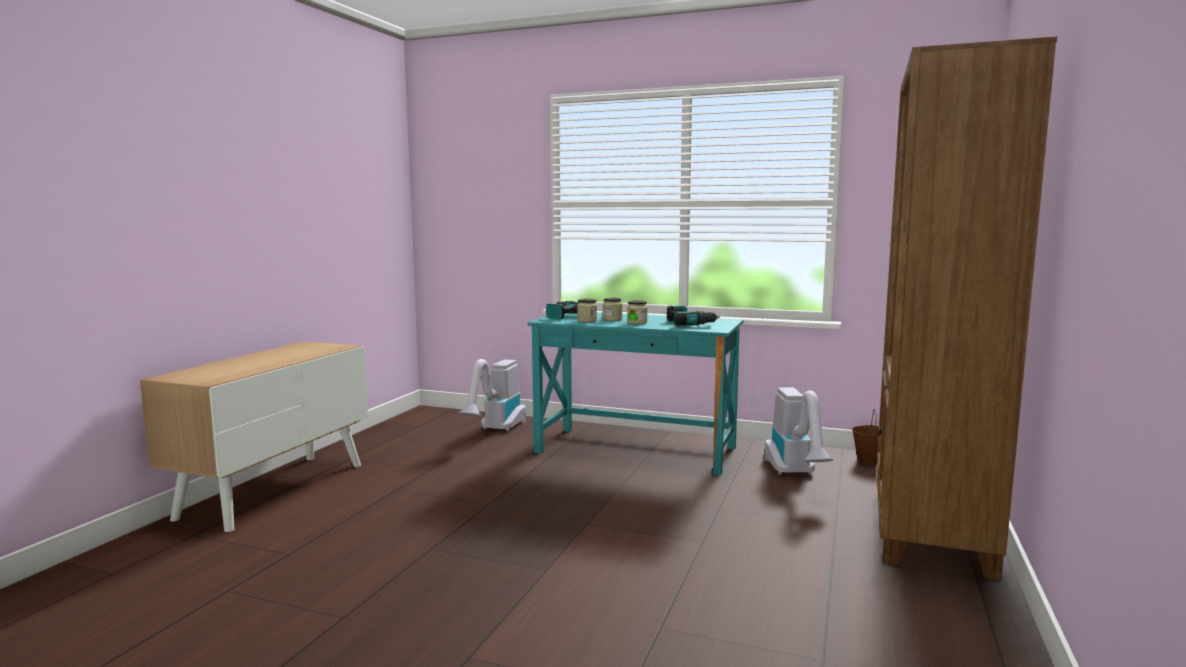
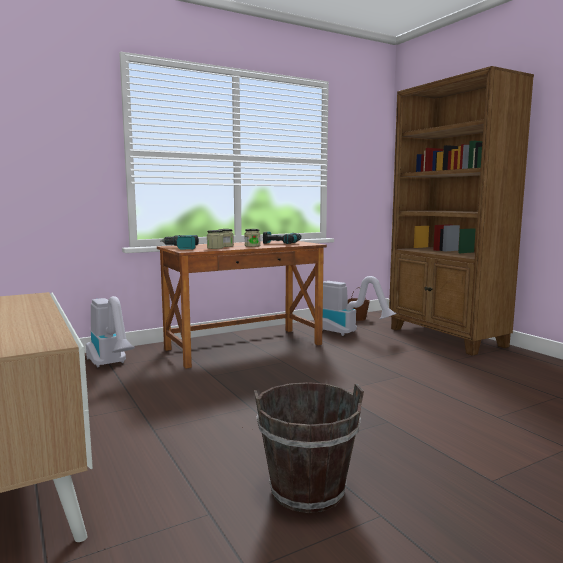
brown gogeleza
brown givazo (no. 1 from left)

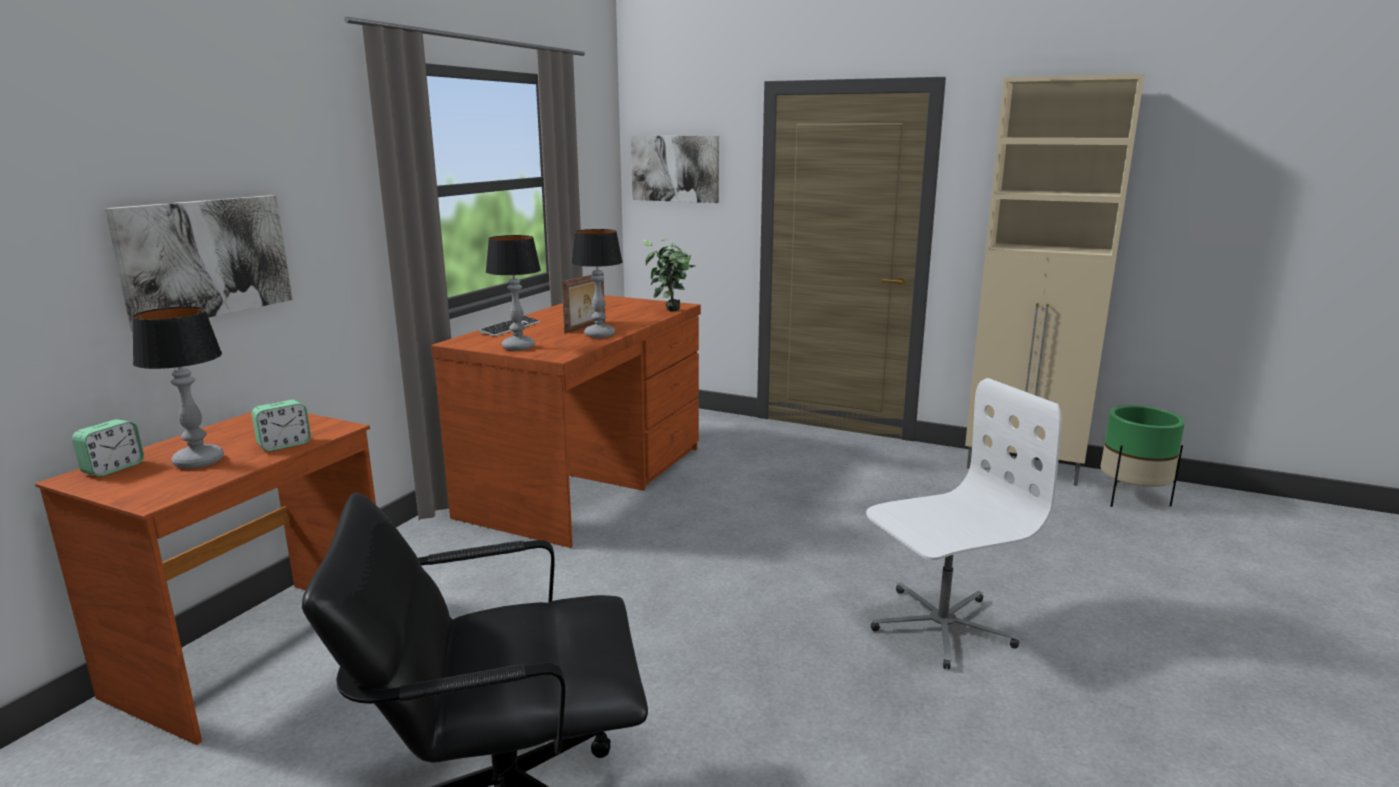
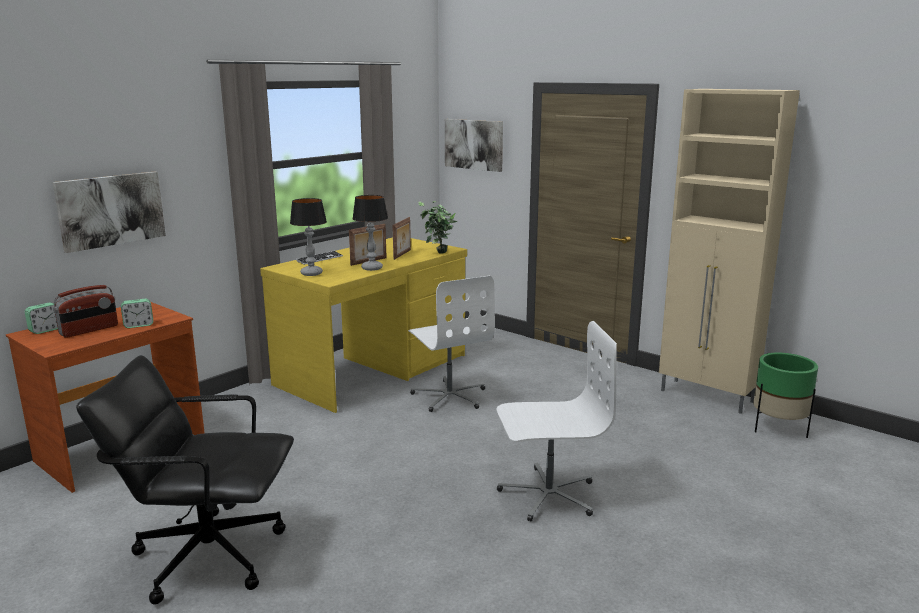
yellow gogeleza
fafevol
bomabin (no. 2 from left)
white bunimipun (no. 1 from left)

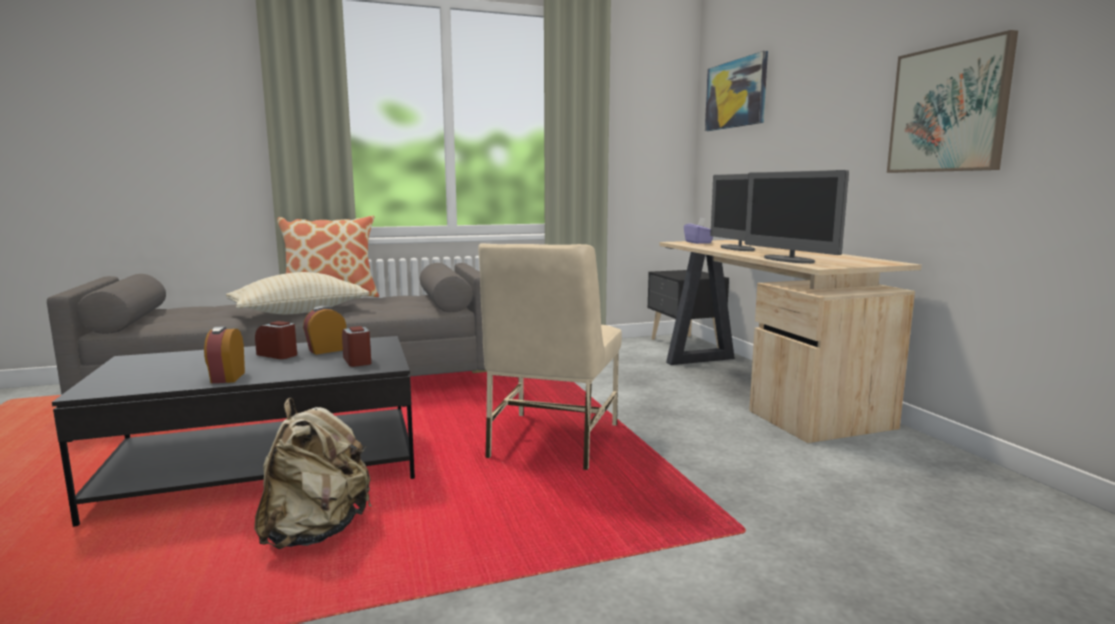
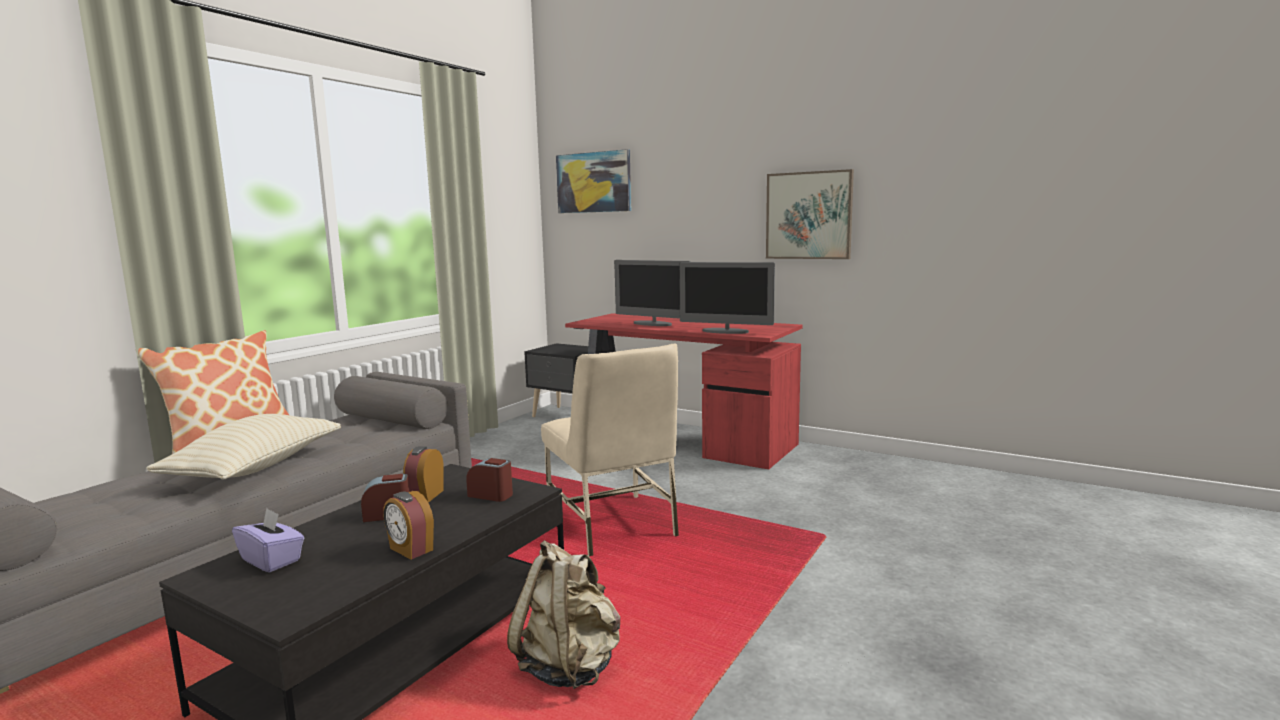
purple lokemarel
red gogeleza

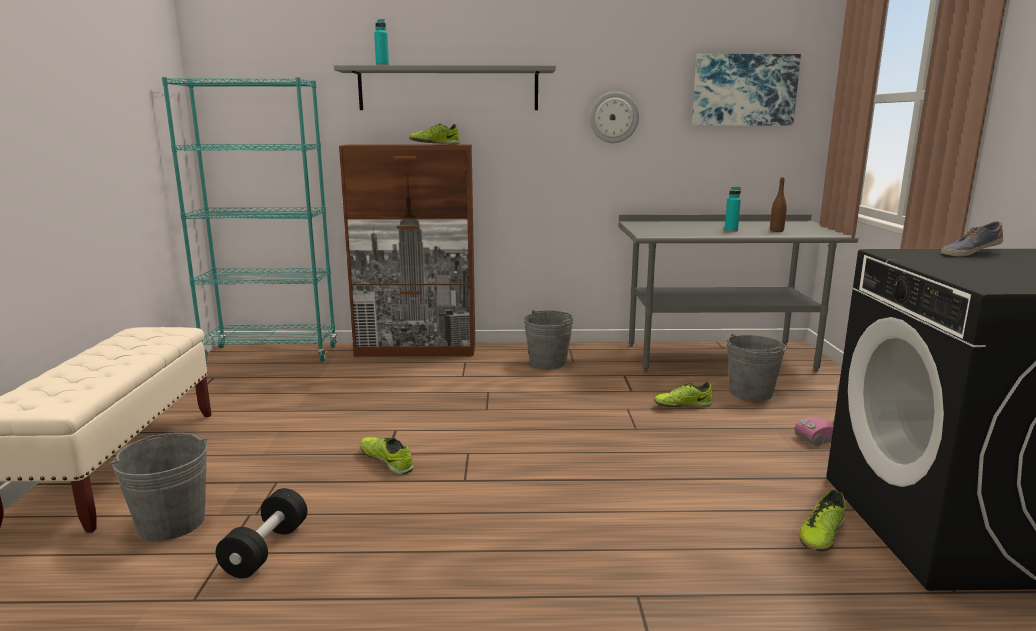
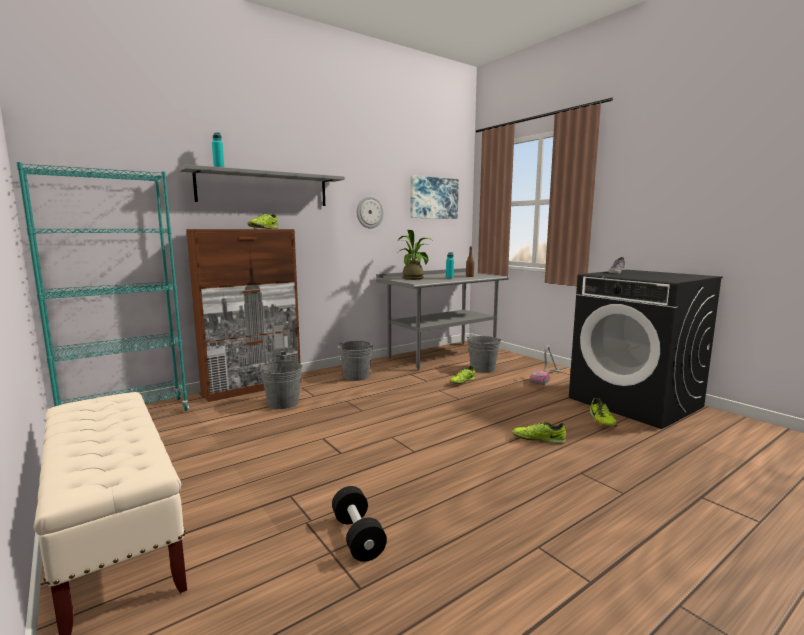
grey givazo (no. 1 from left)
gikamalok (no. 3 from left)
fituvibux

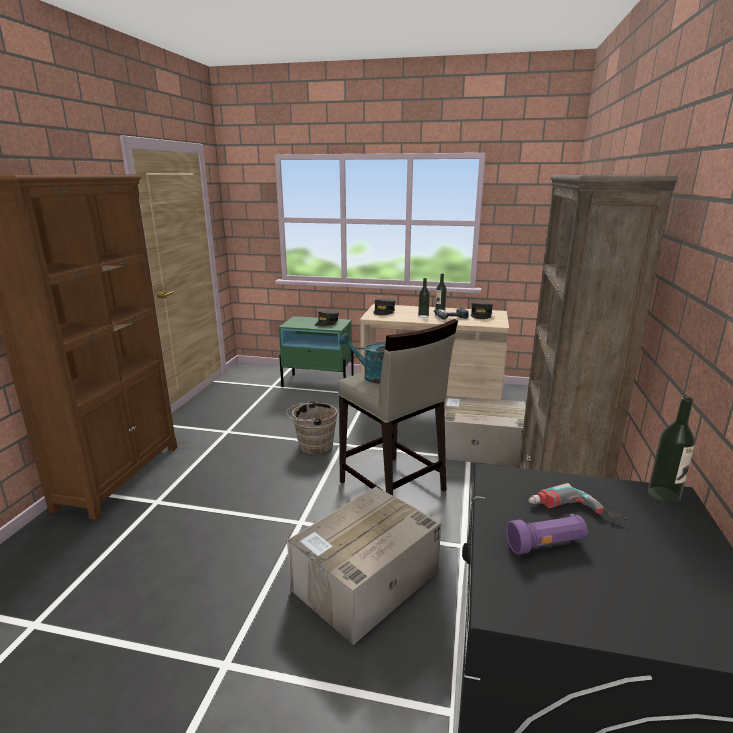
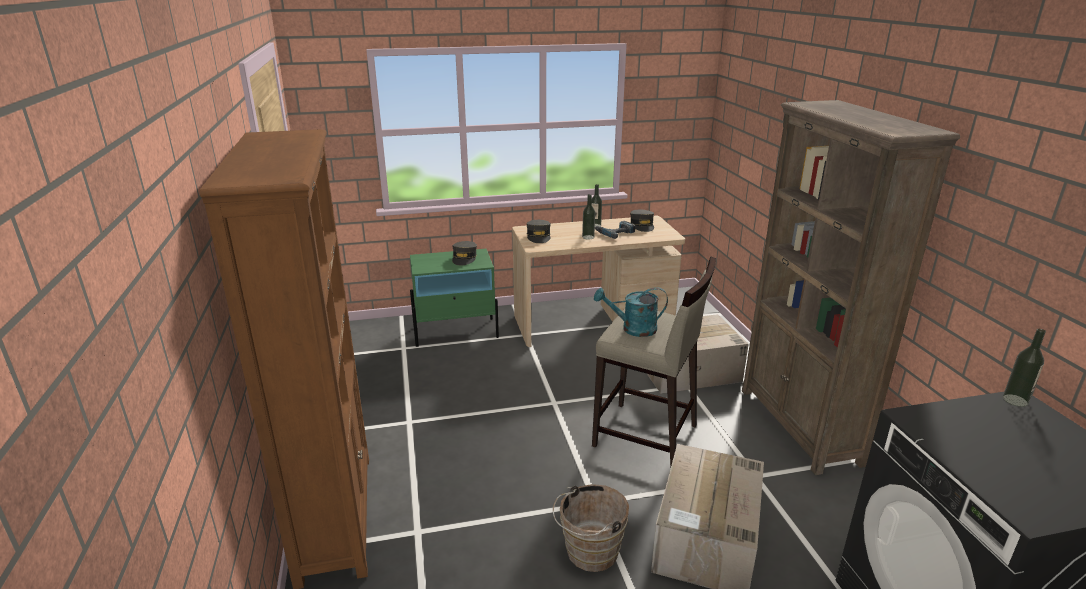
brown givazo
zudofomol (no. 2 from left in the first image)
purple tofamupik

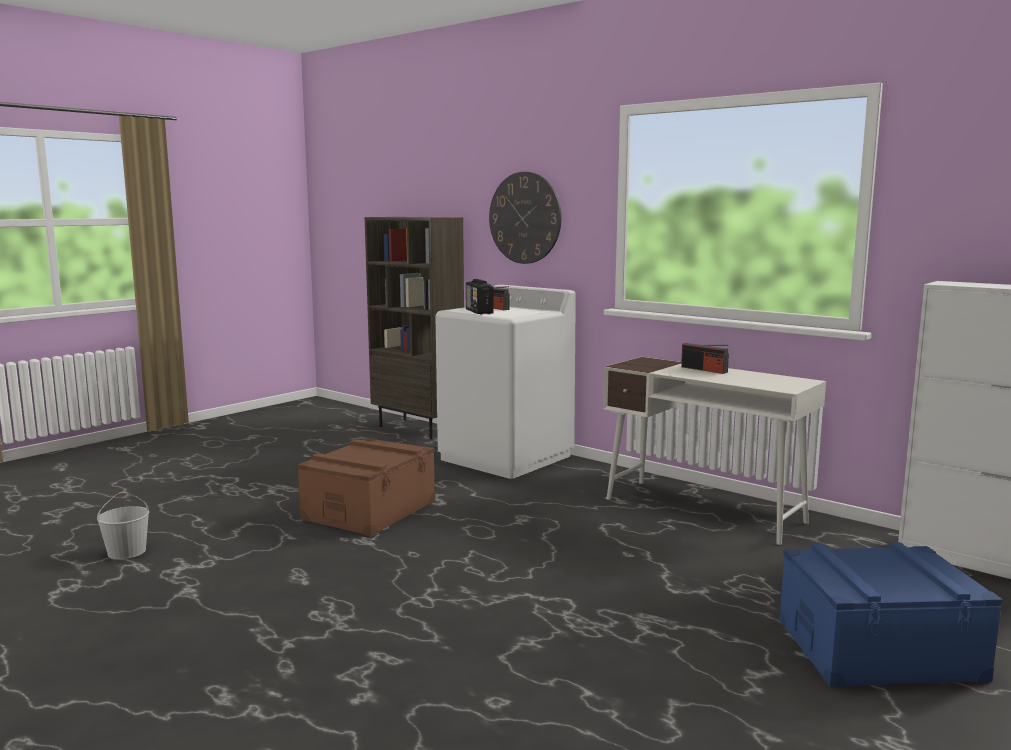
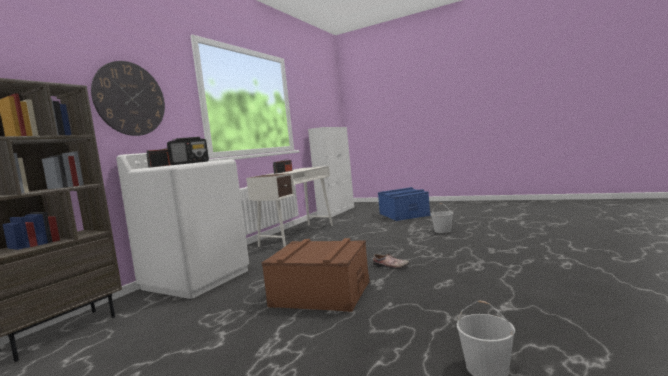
white givazo (no. 1 from left)
gikamalok

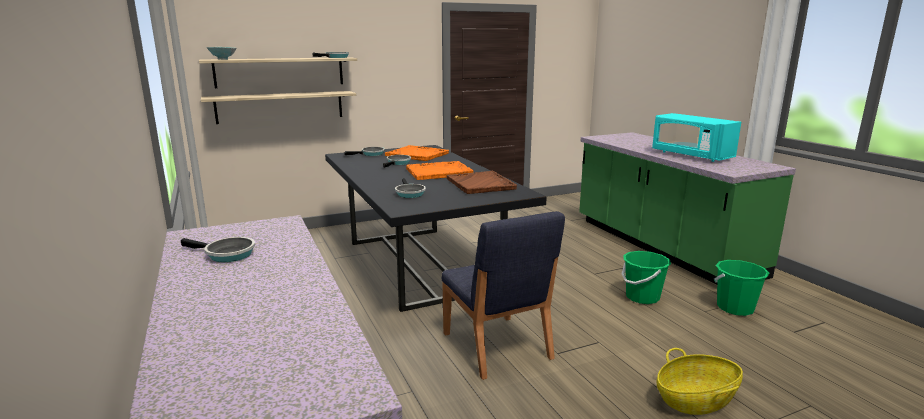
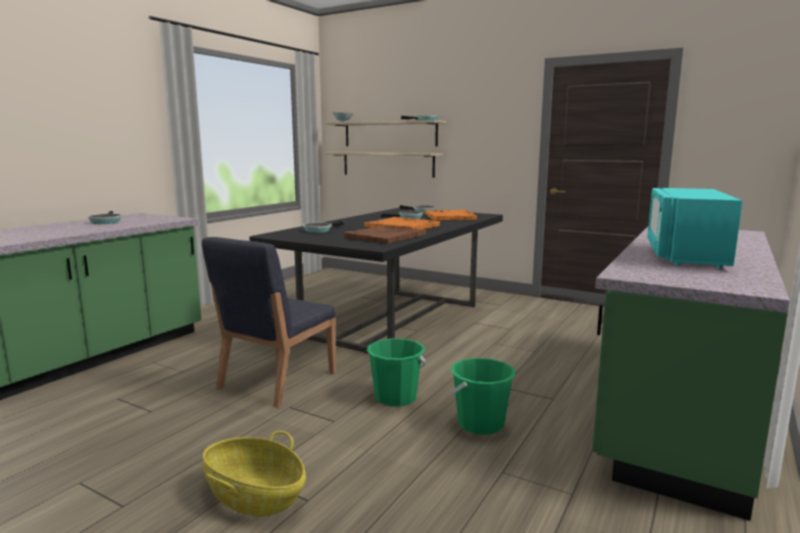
green givazo (no. 1 from left)

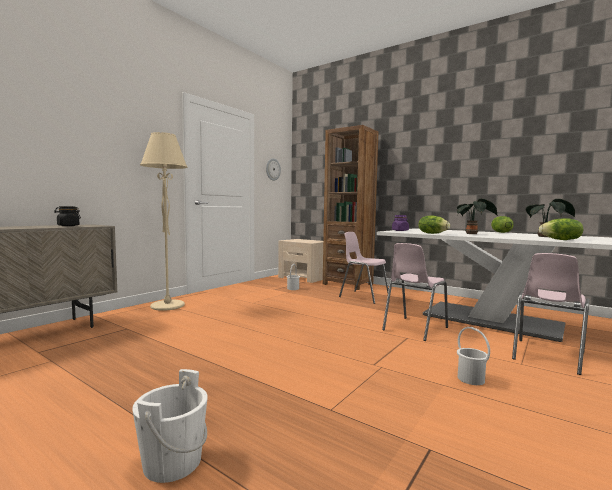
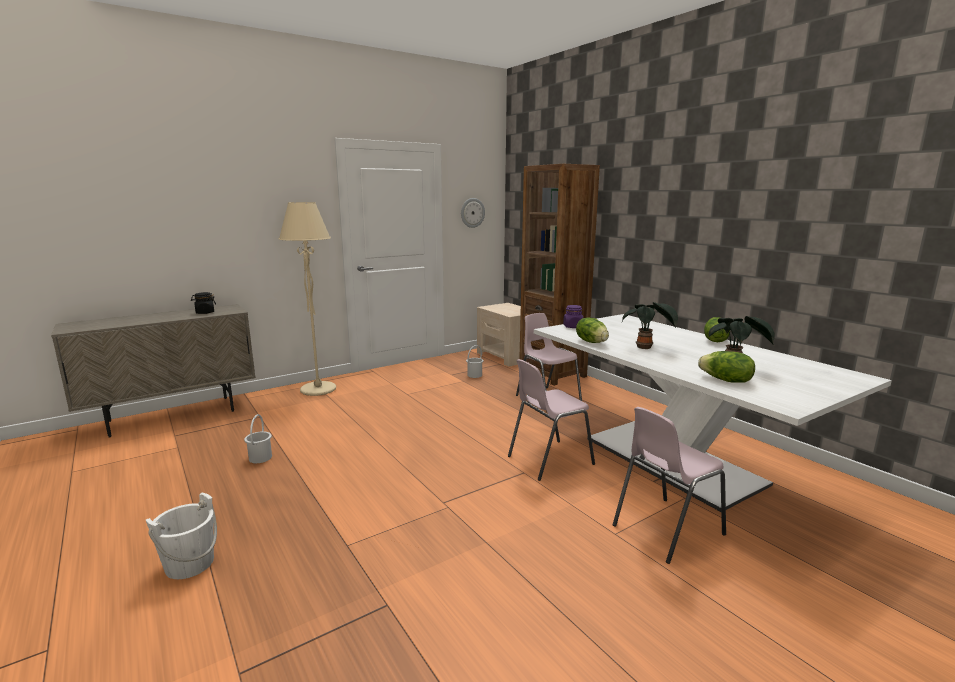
white givazo (no. 2 from left)

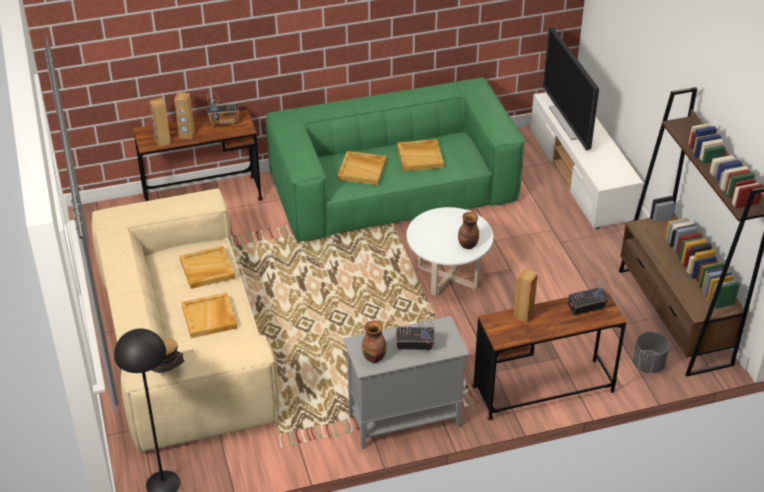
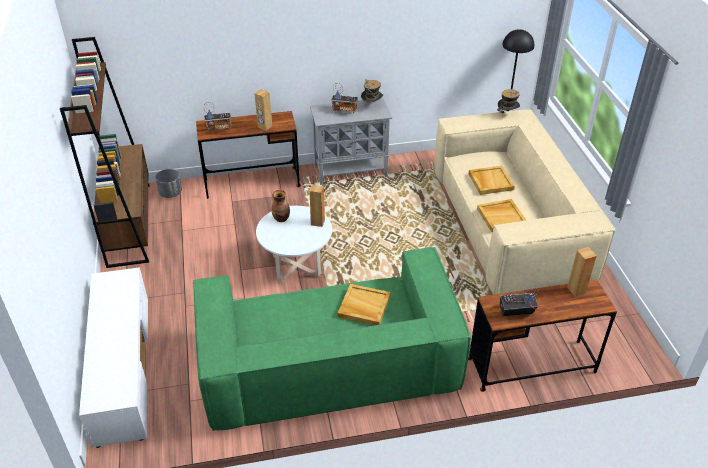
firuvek
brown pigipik (no. 2 from left)
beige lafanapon (no. 4 from left in the first image)
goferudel (no. 1 from left)

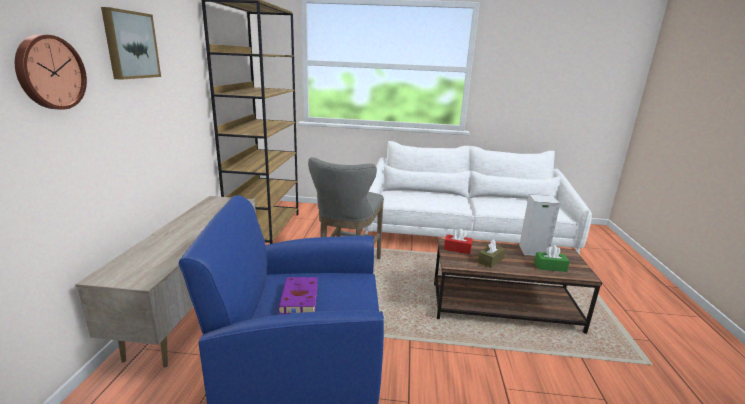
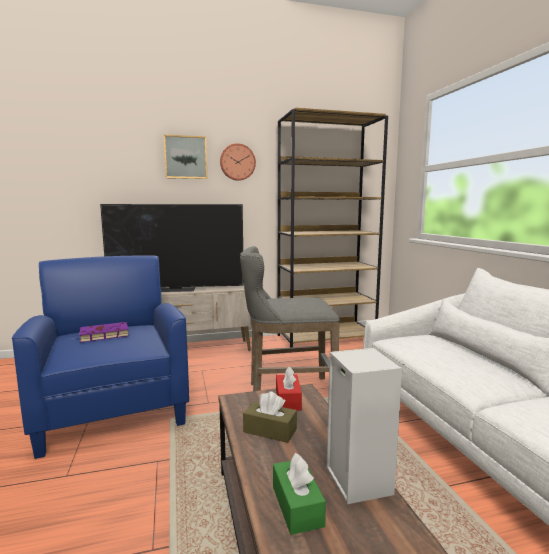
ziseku
firuvek

